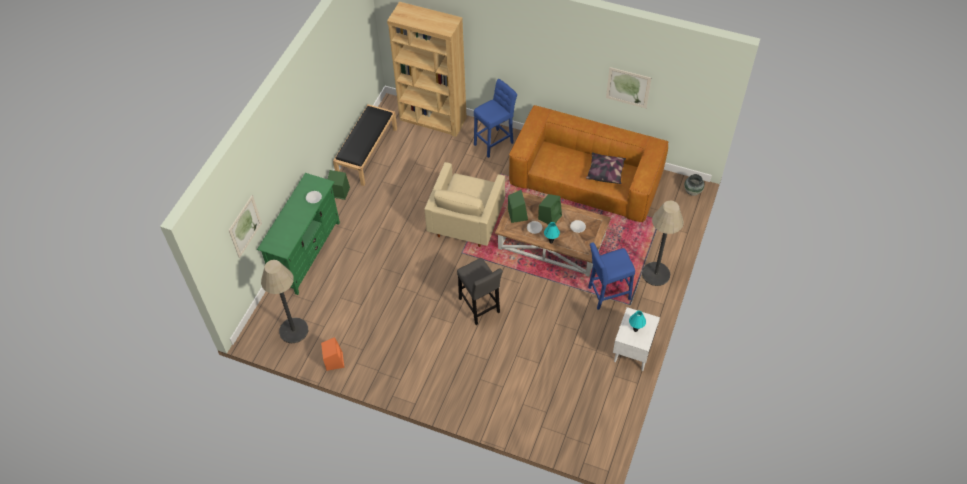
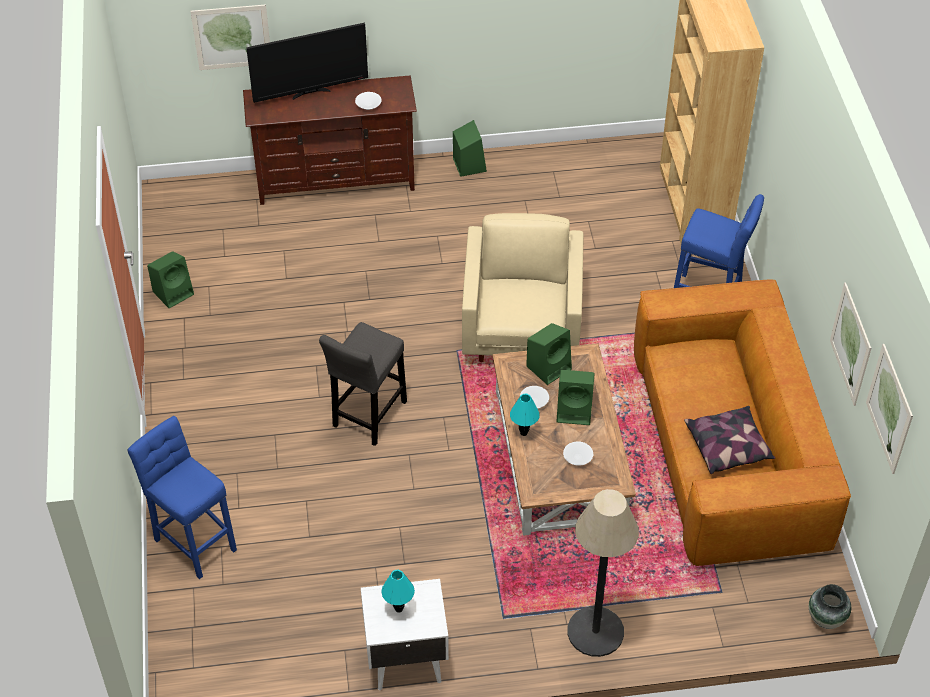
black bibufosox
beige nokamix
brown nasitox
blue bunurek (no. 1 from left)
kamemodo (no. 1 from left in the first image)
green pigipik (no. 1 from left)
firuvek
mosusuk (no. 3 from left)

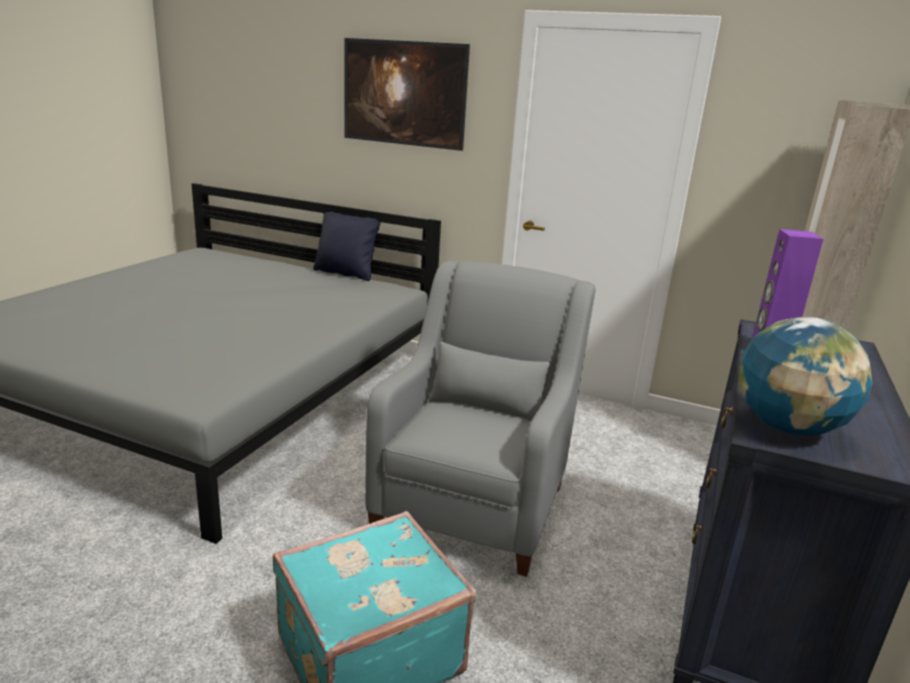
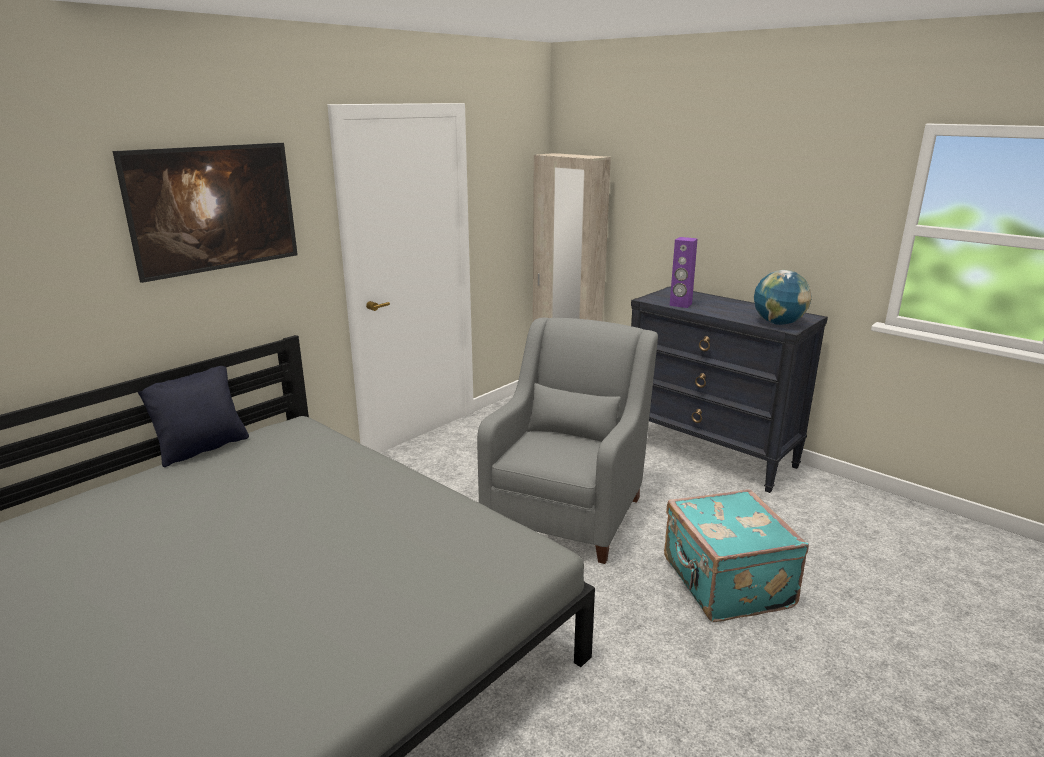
grey nokamix

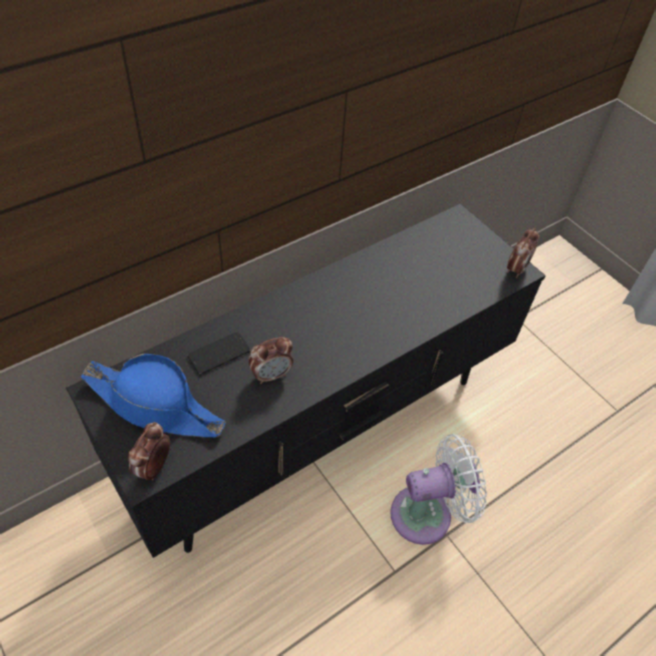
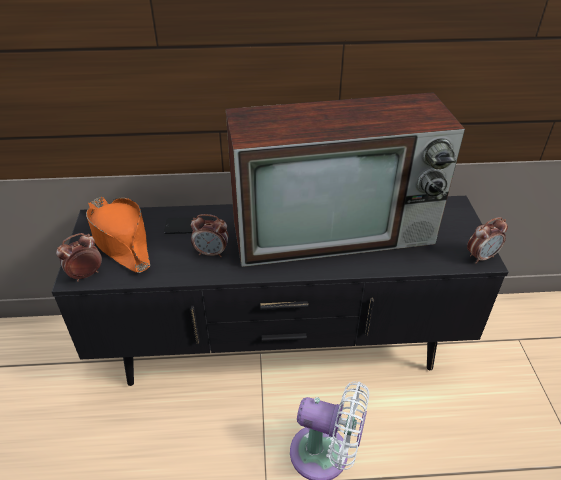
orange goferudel
firuvek

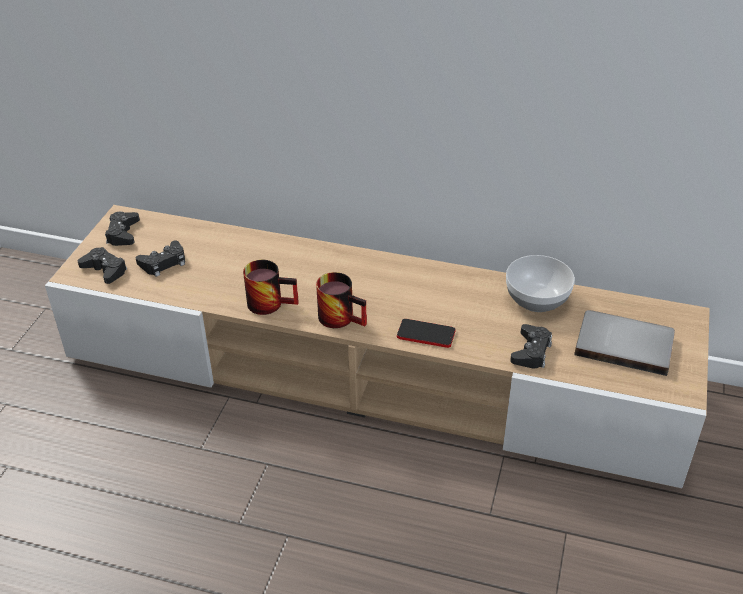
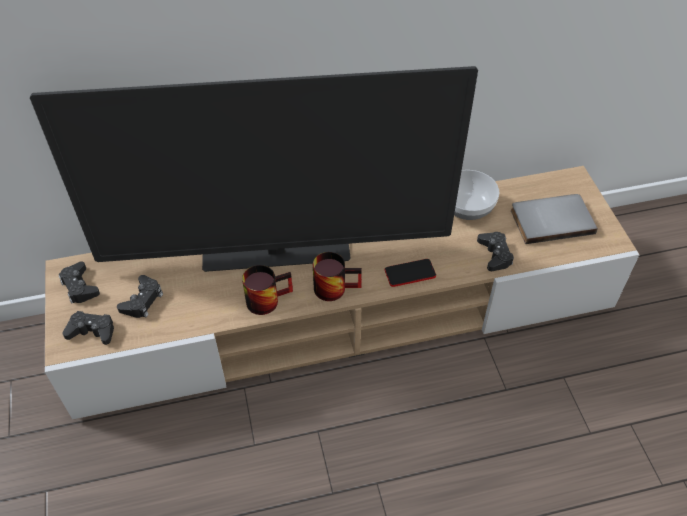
firuvek

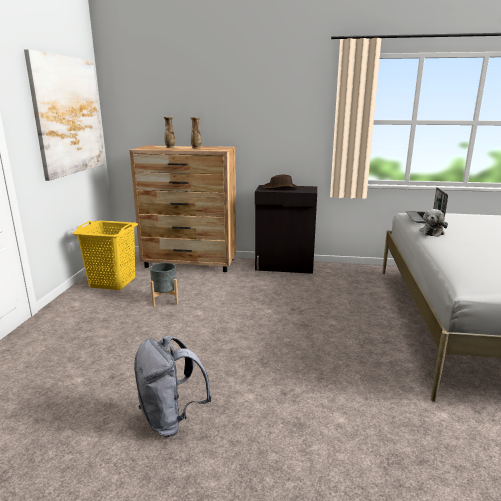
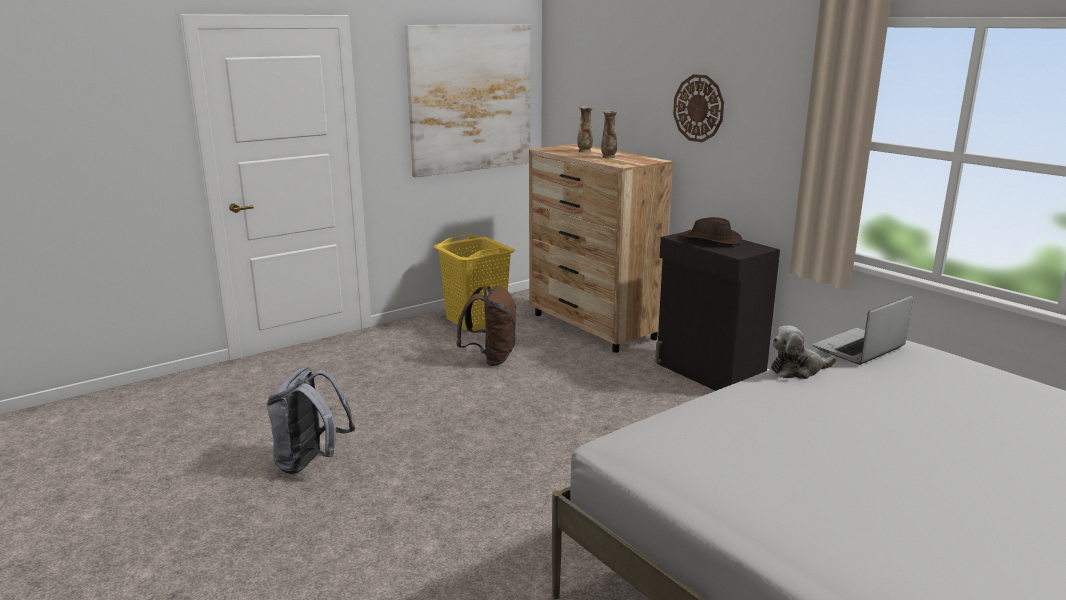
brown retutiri
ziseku

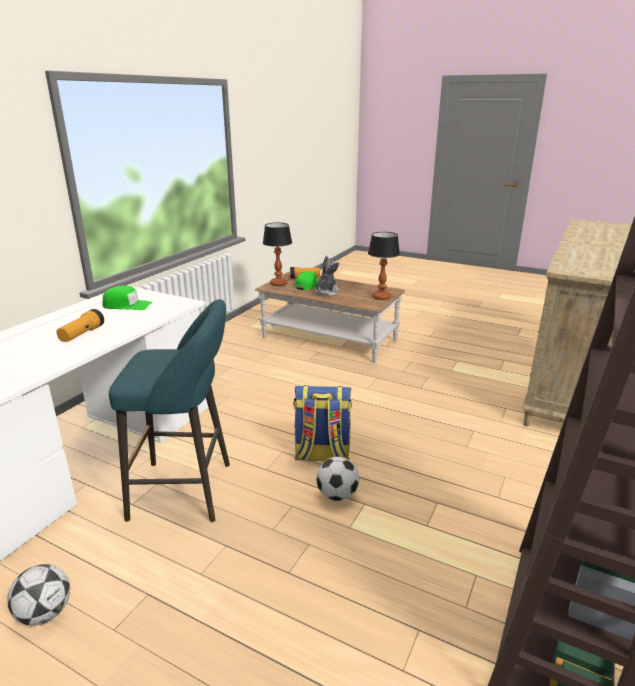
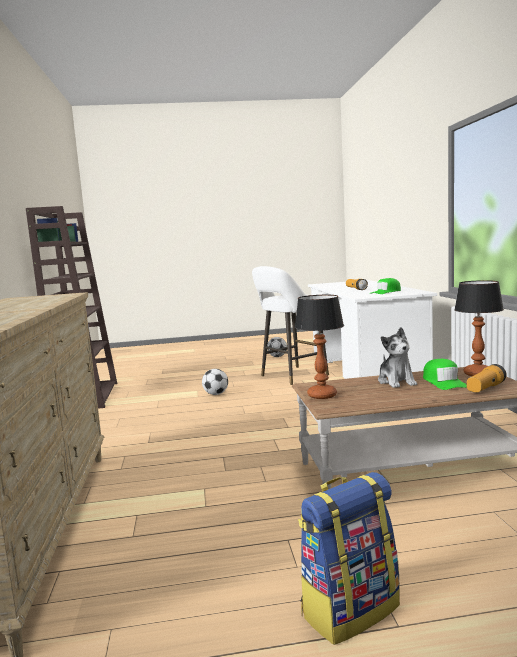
white bunurek
retutiri

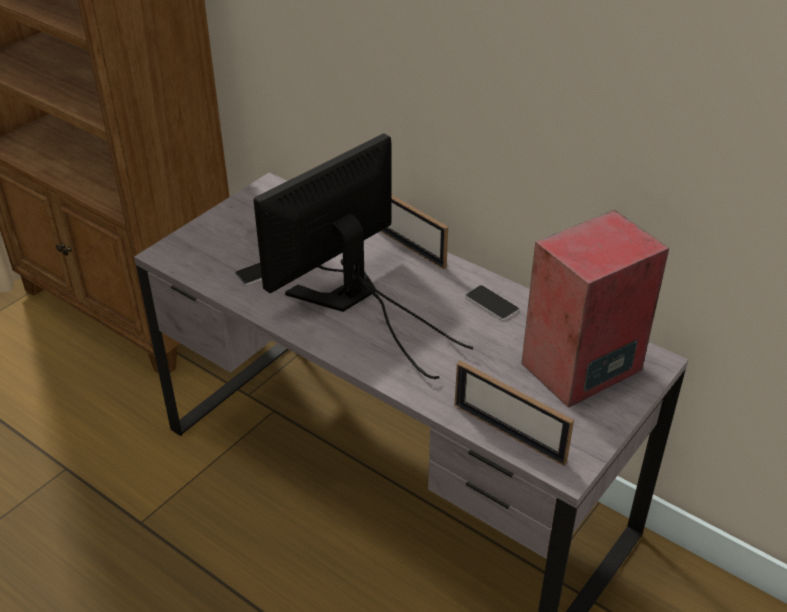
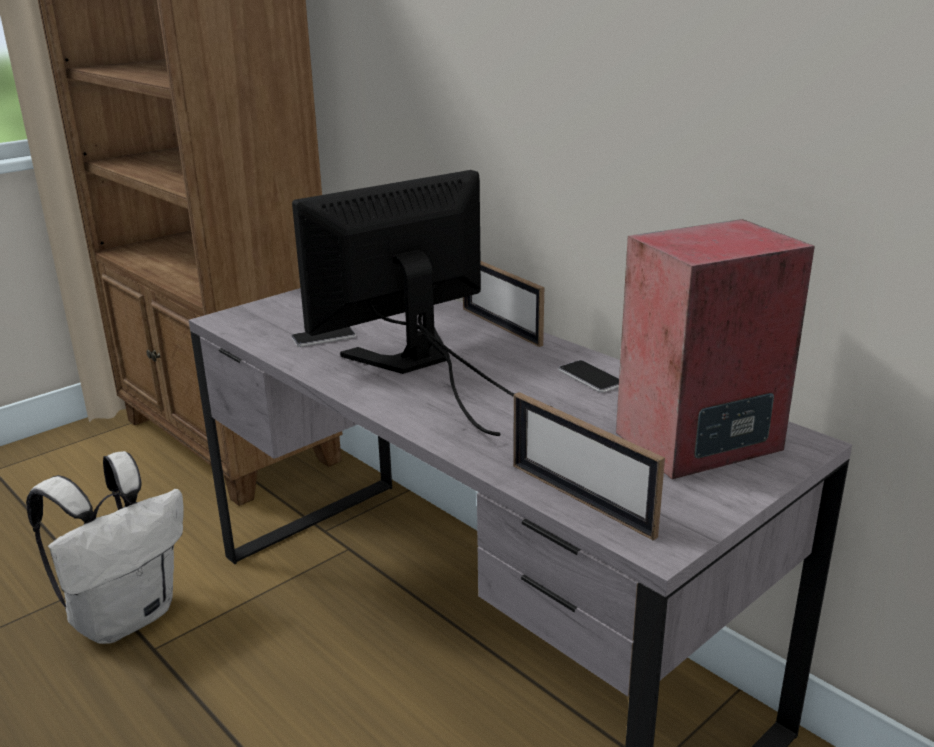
white retutiri

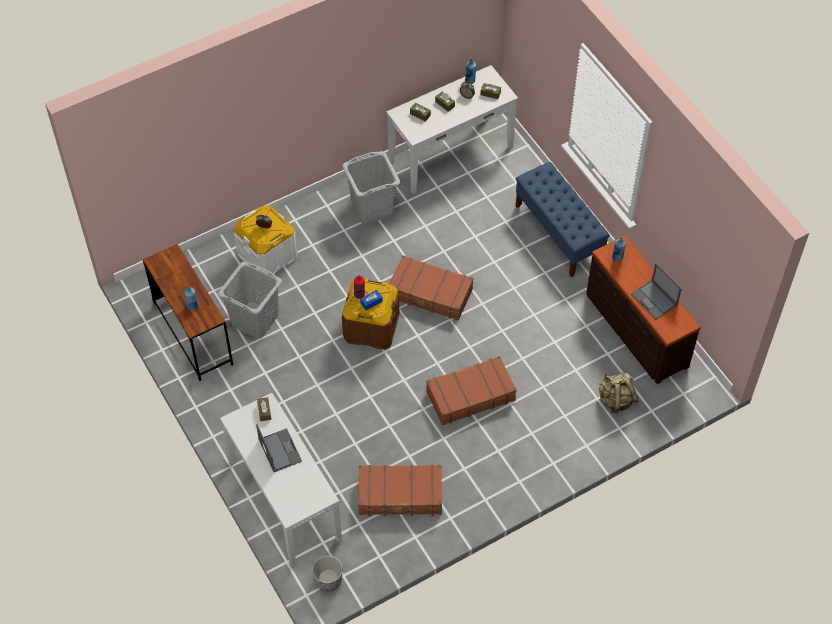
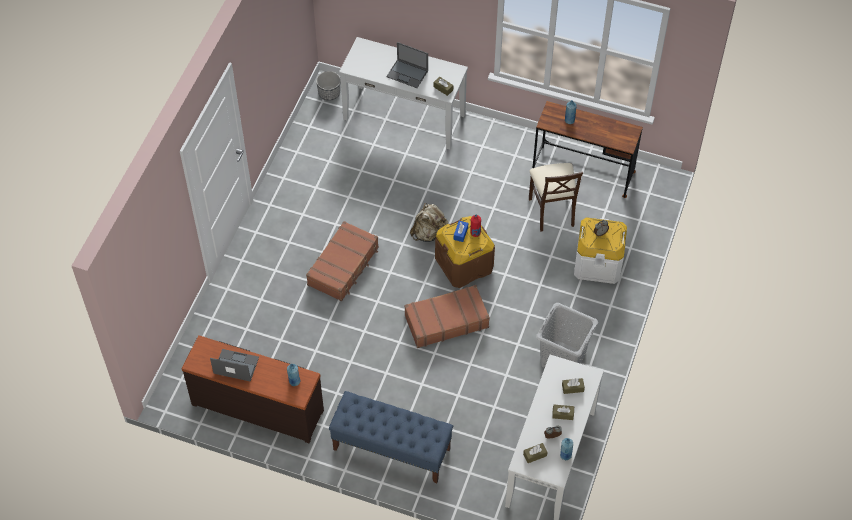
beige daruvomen
beige retutiri
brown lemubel (no. 1 from left in the first image)

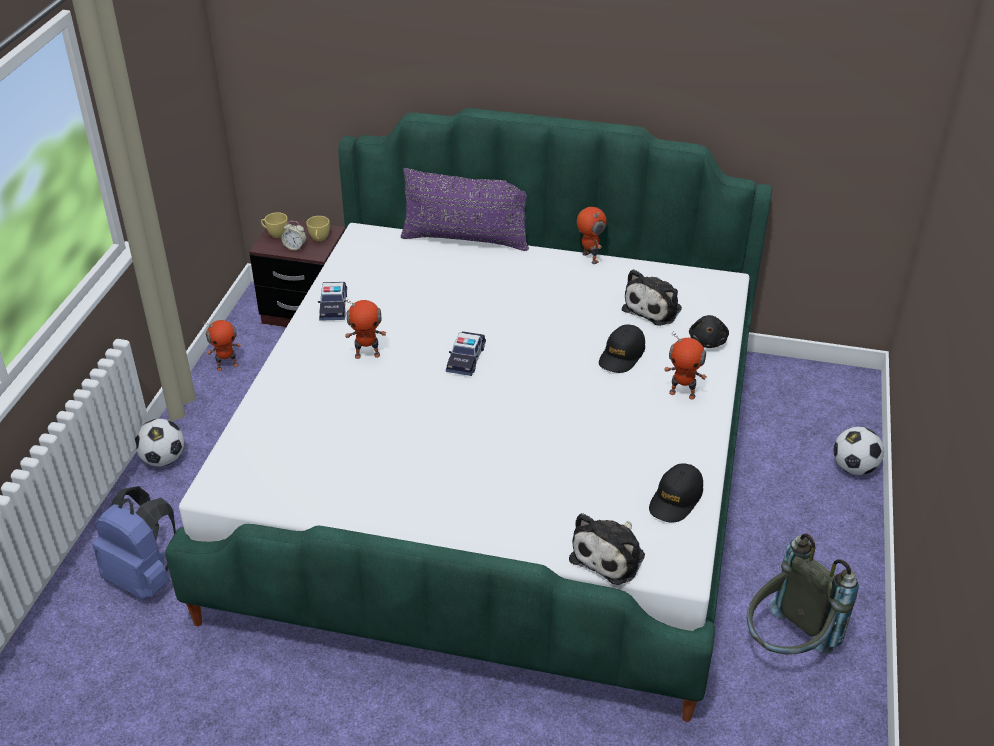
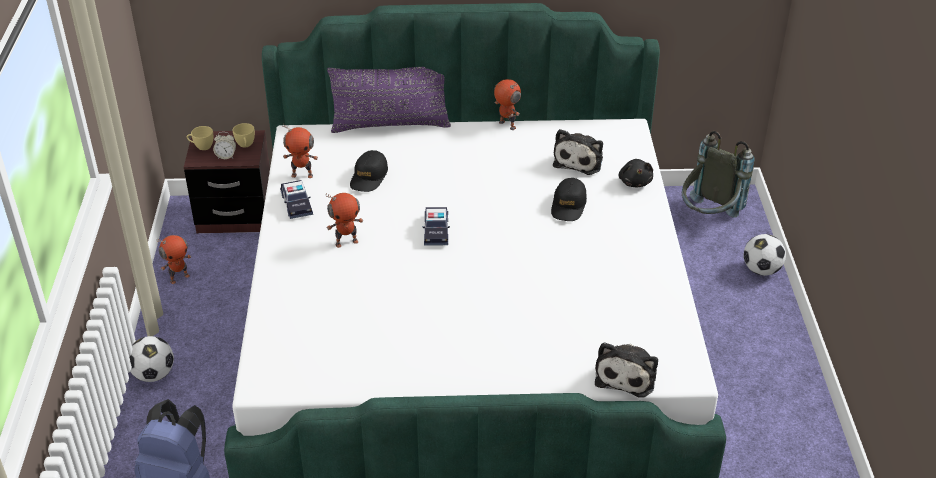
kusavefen (no. 2 from left)
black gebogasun (no. 1 from left)
grey retutiri

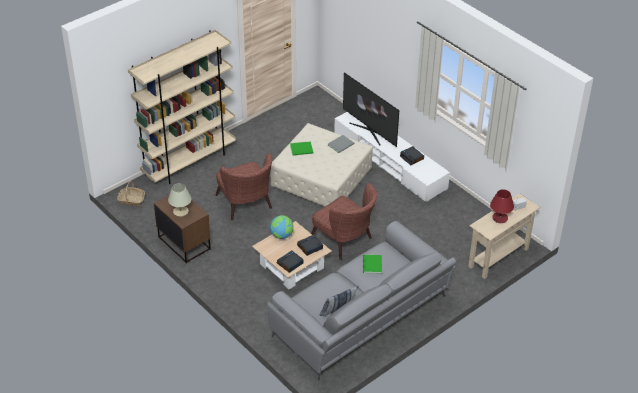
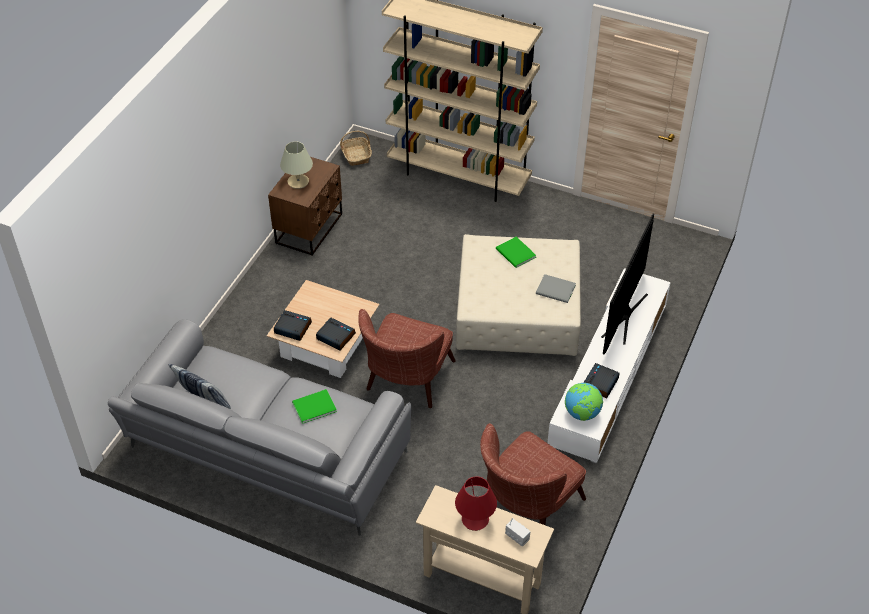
brown nokamix (no. 2 from left)
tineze

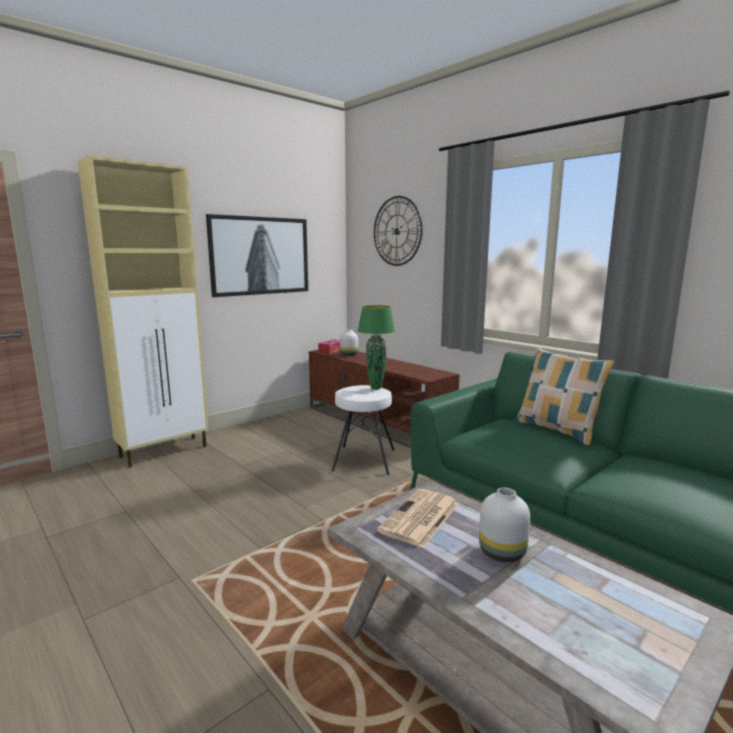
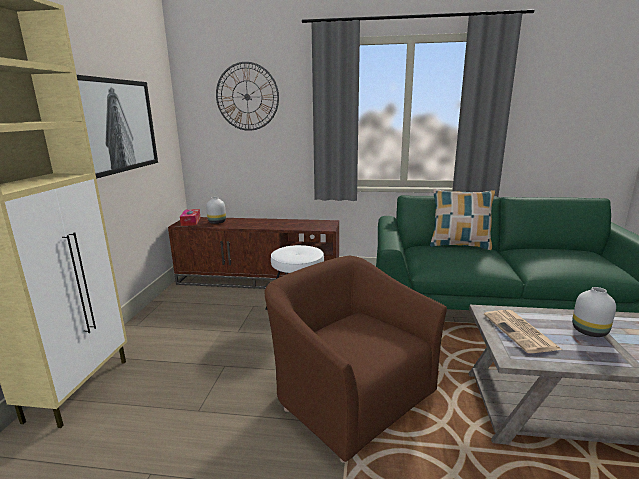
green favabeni
brown nokamix

